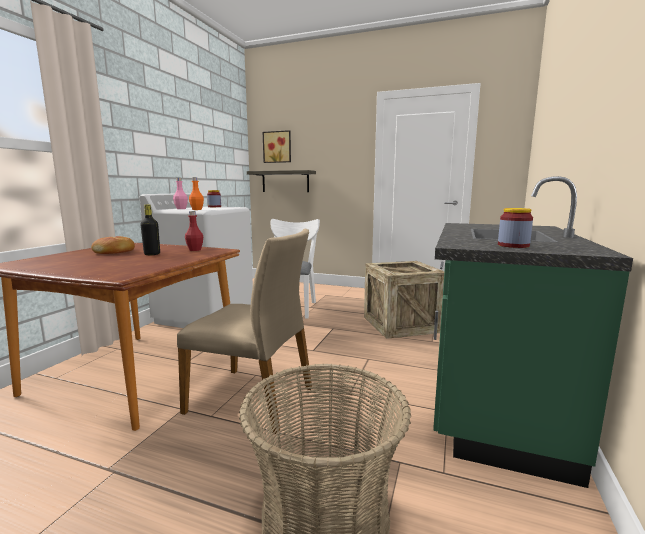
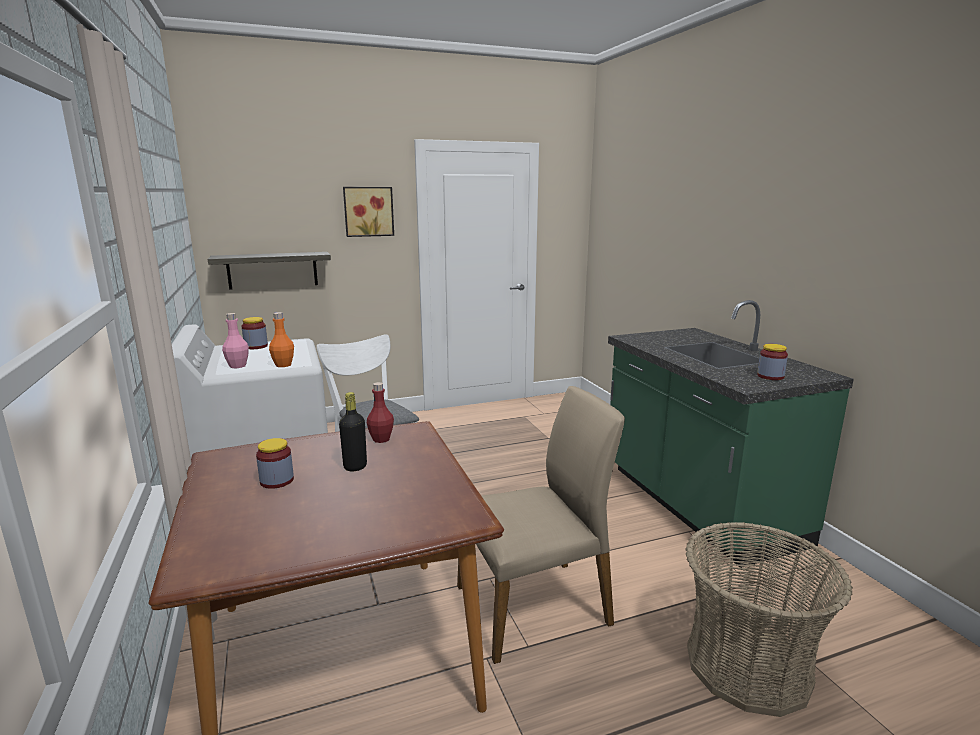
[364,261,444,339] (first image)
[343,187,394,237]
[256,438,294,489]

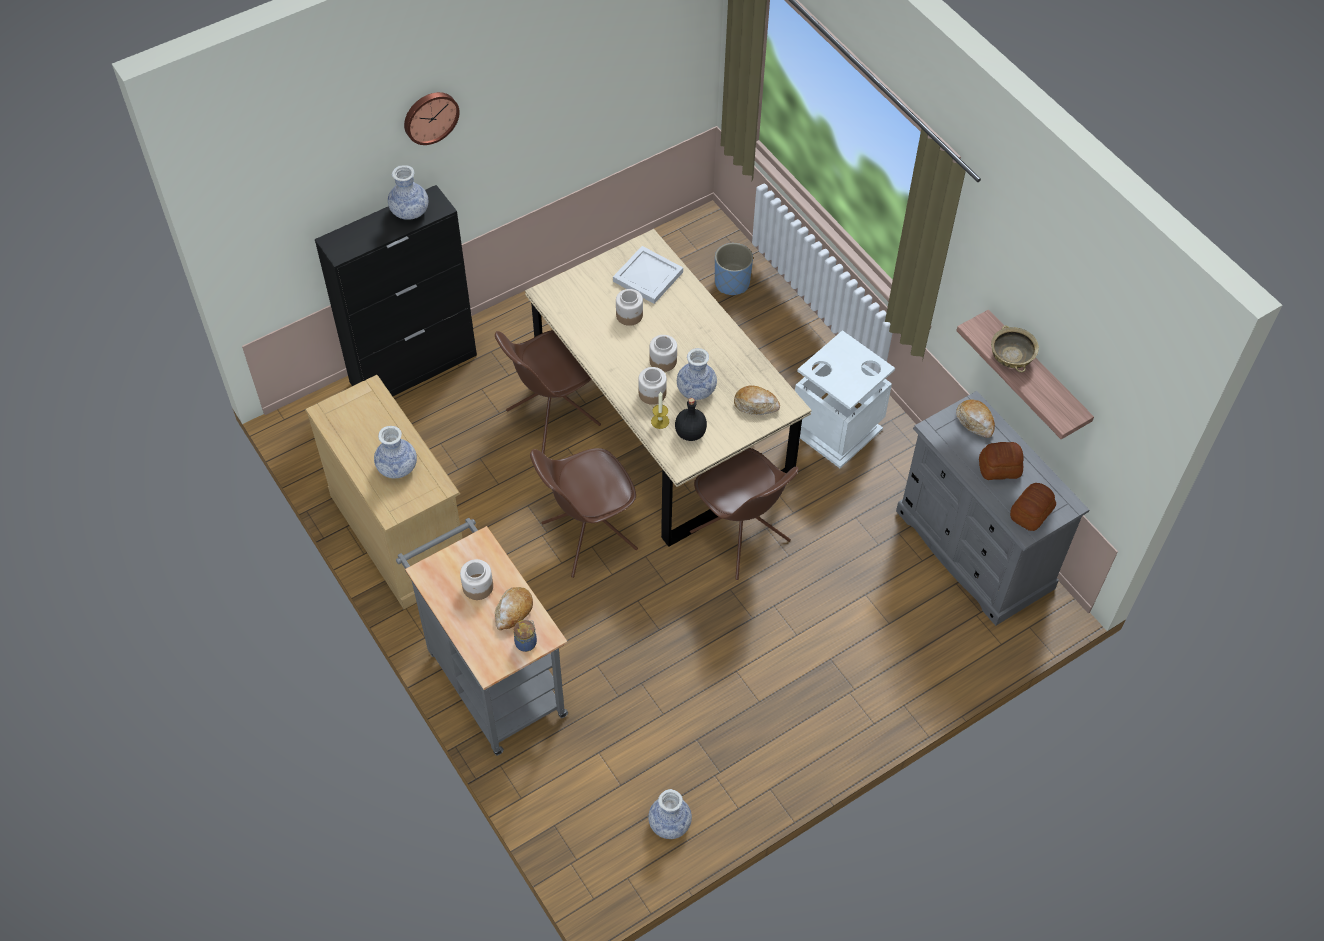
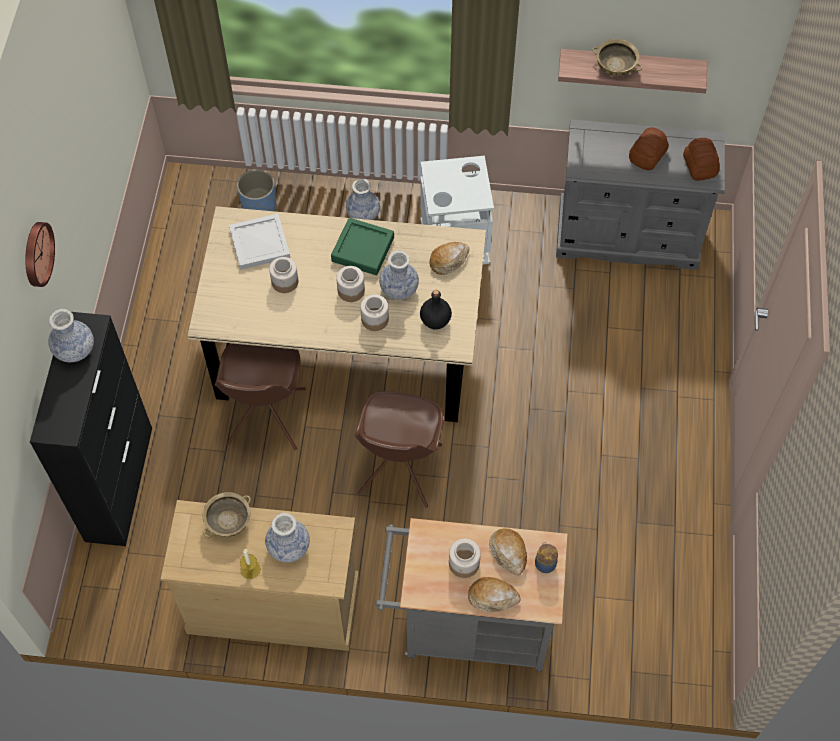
[690,448,798,580] (first image)
[203,492,251,537]
[331,218,394,275]
[346,179,380,220]
[240,549,261,579]
[468,577,521,612]

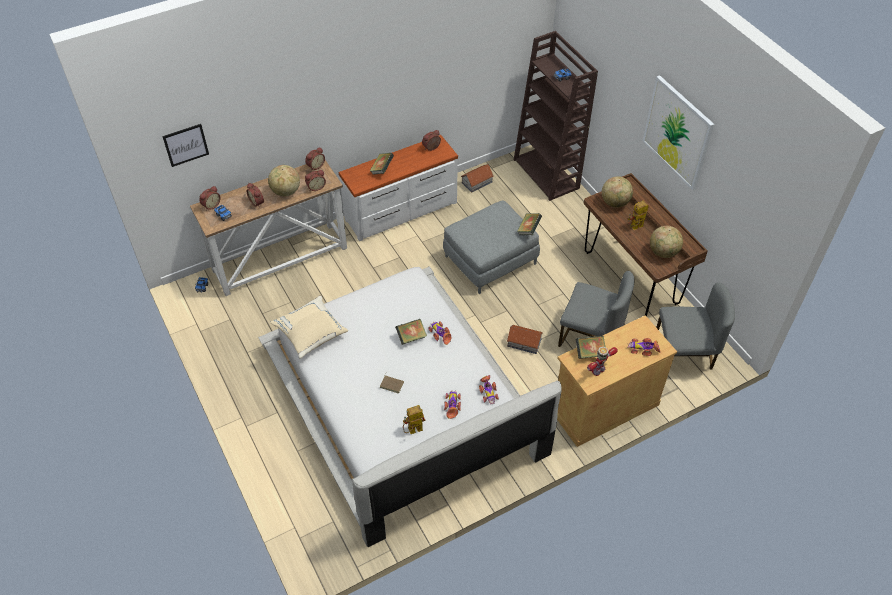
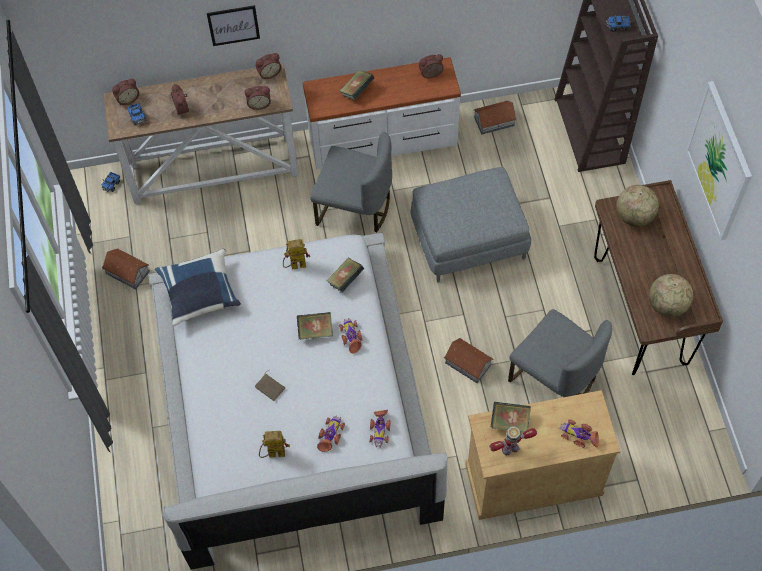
[268,165,300,196] (first image)
[102,248,150,289]
[207,5,260,46]
[327,258,364,292]
[283,239,310,269]
[310,132,392,232]
[155,249,241,326]

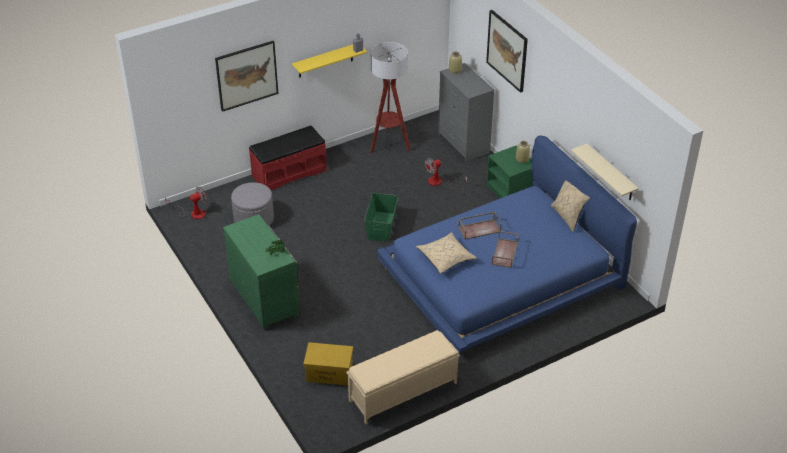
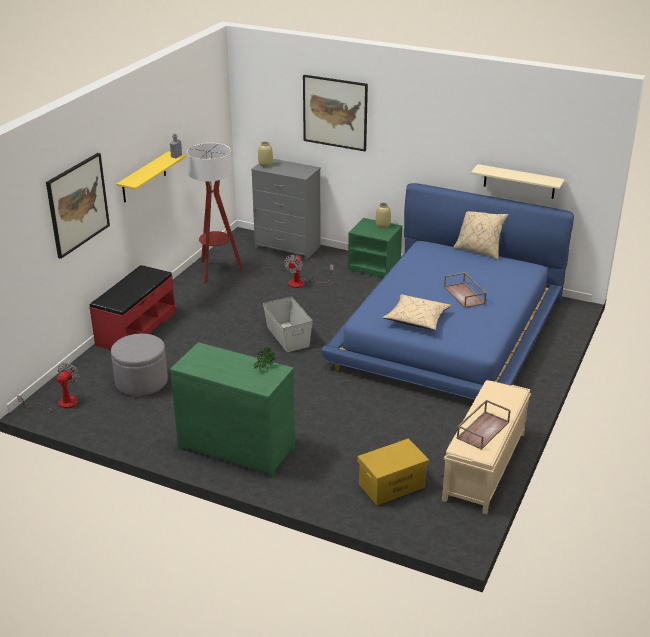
[457,400,511,450]
[263,297,313,352]

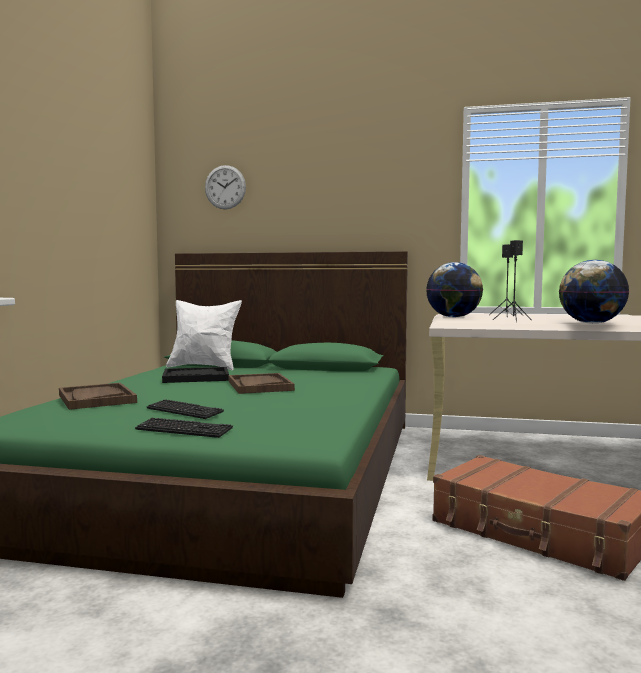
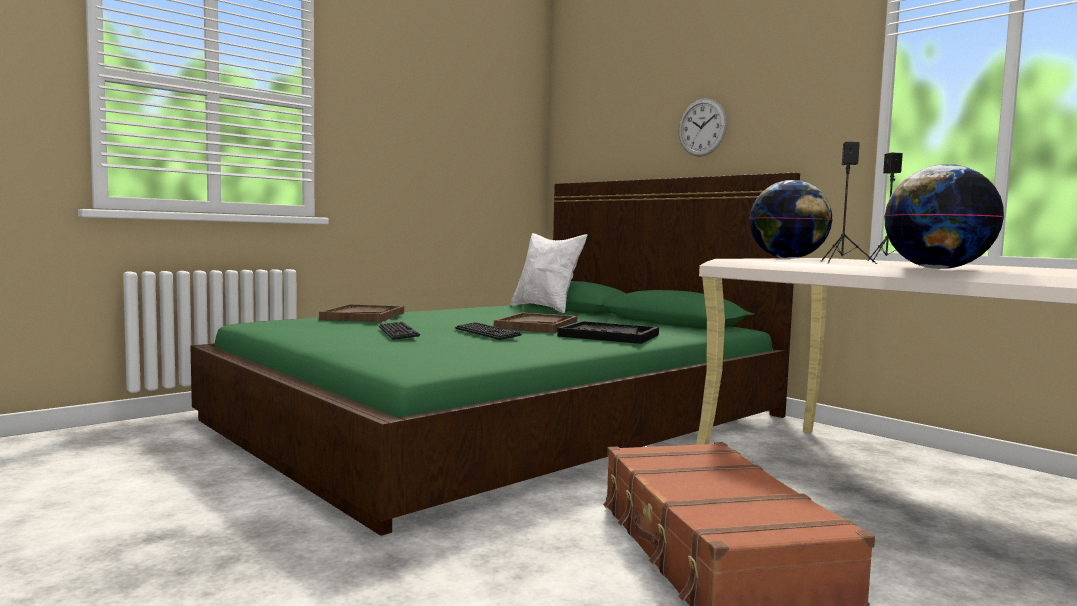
[455,322,522,340]
[557,321,659,344]
[679,99,727,157]

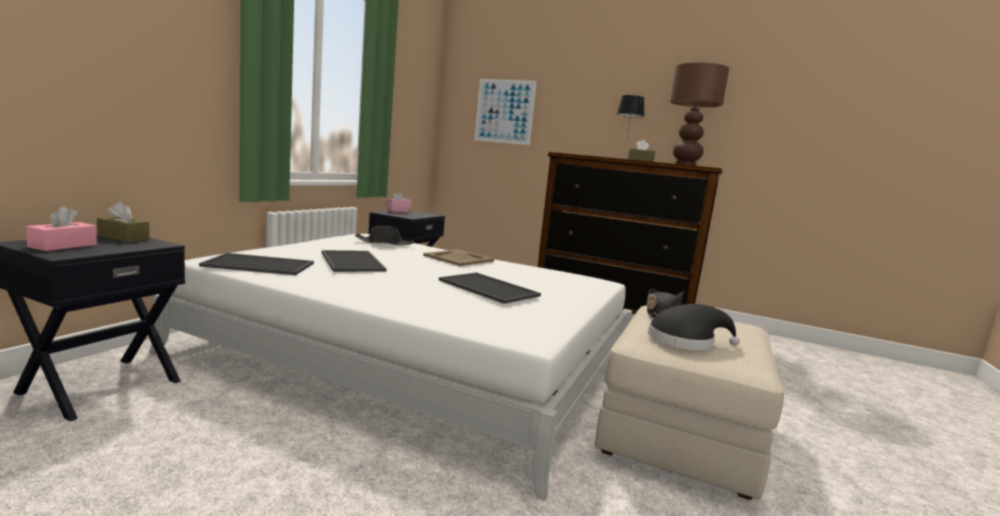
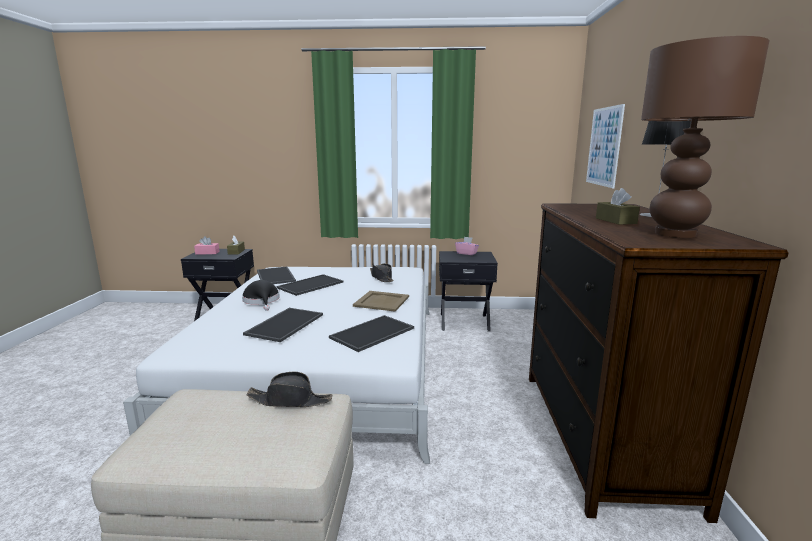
[329,315,414,352]
[242,280,280,311]

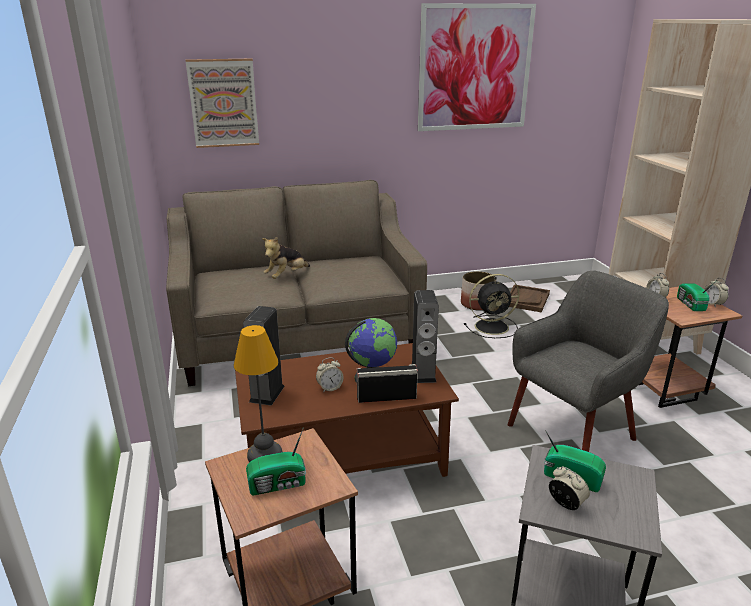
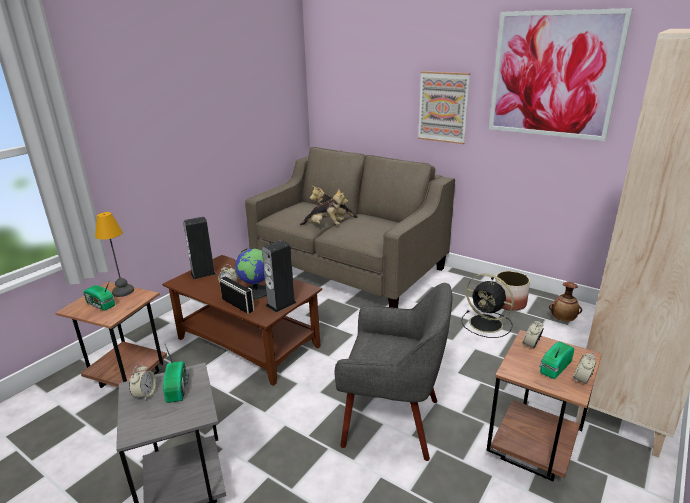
[300,188,348,225]
[418,71,470,144]
[549,282,582,321]

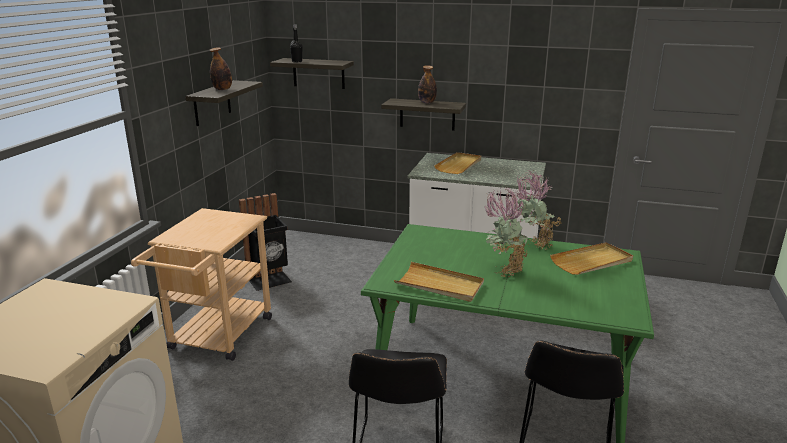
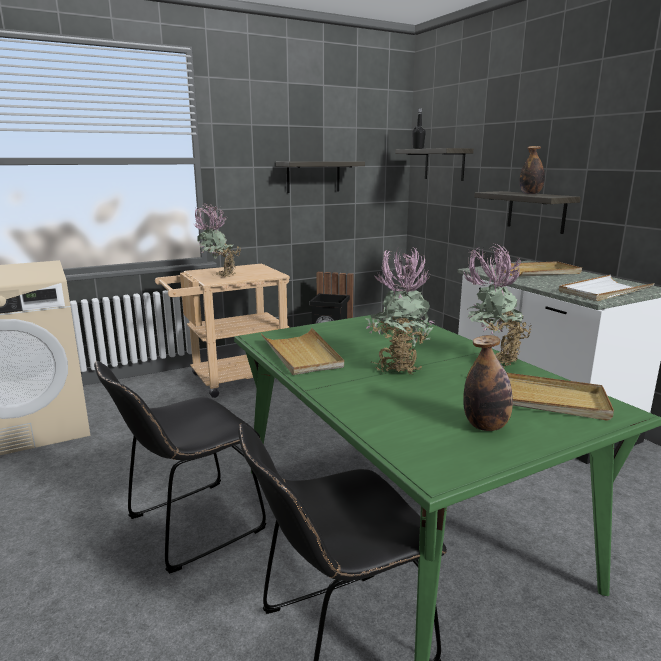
[193,203,241,277]
[559,275,655,301]
[463,335,513,431]

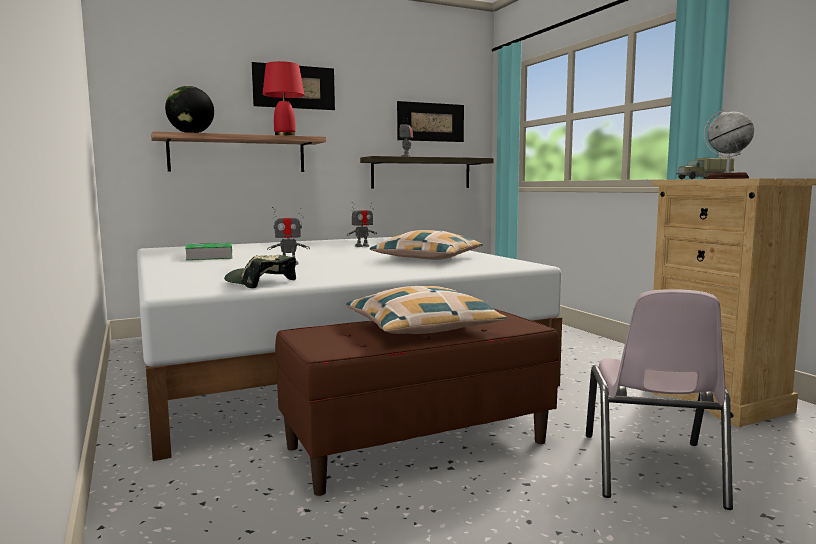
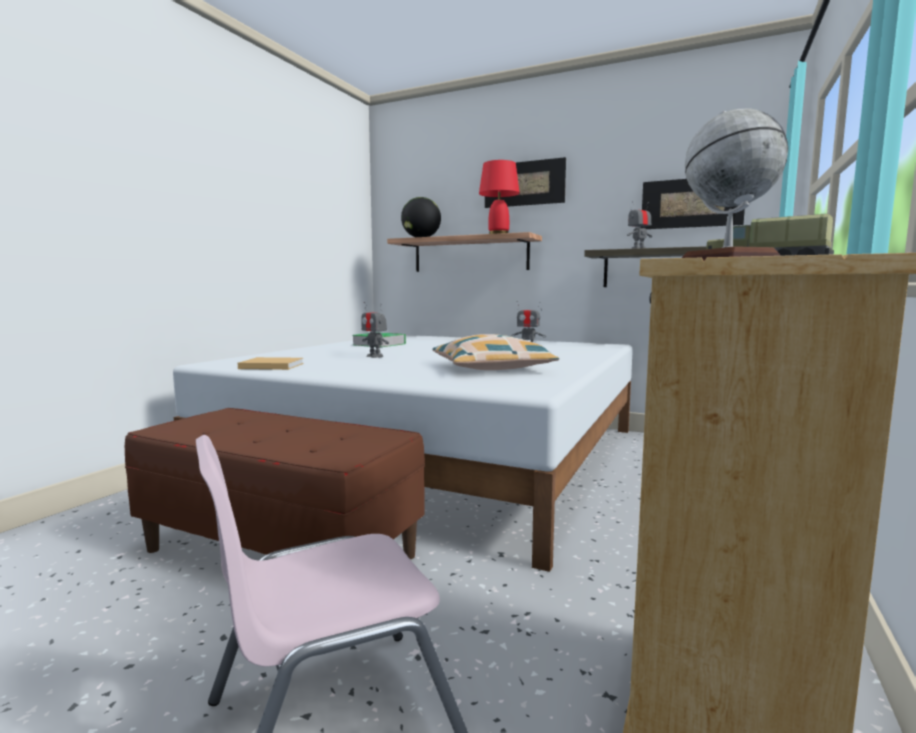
[346,286,507,334] (first image)
[238,357,304,370]

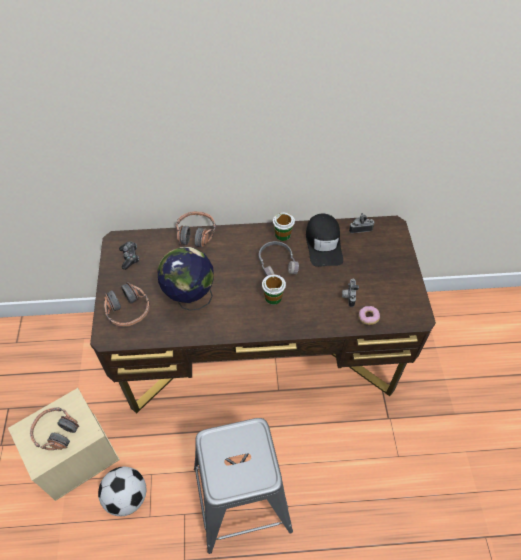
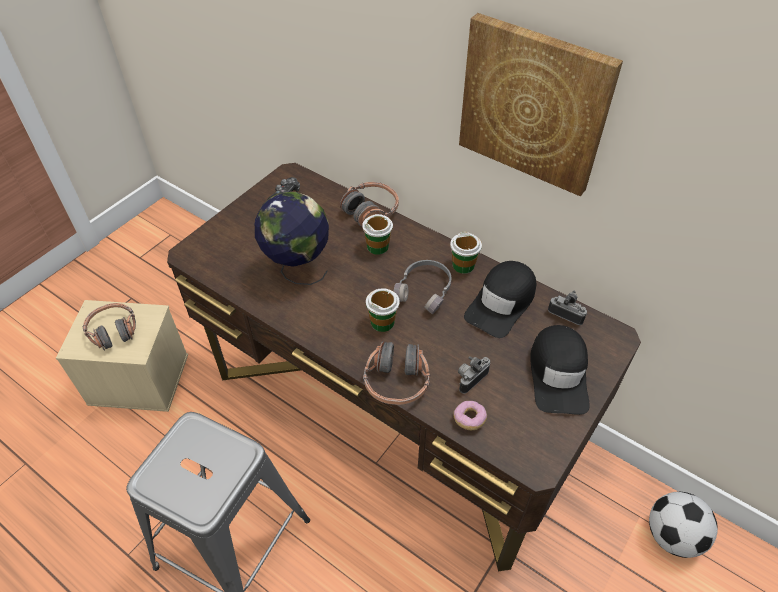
[362,214,393,255]
[459,13,623,196]
[530,325,590,415]
[649,492,718,558]
[363,341,430,405]

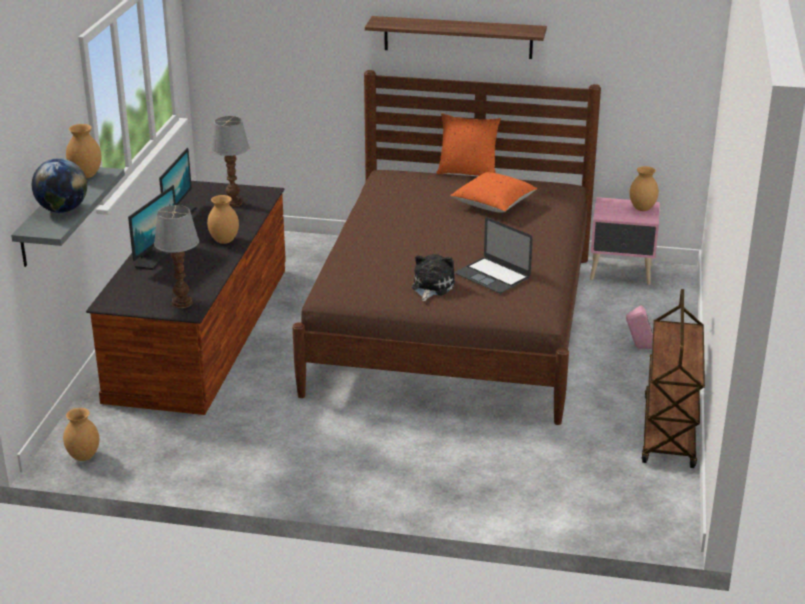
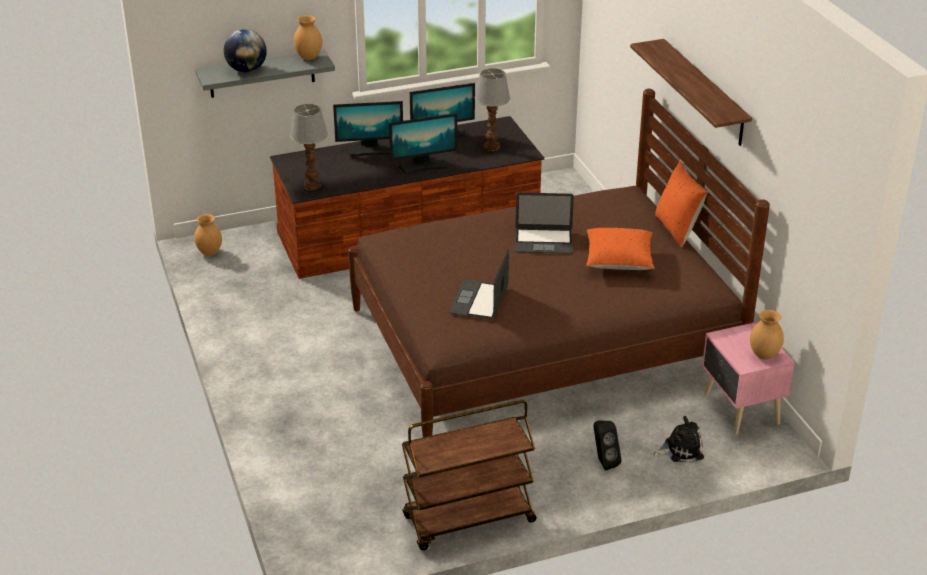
[515,193,574,253]
[653,416,704,463]
[389,113,457,175]
[593,421,621,470]

